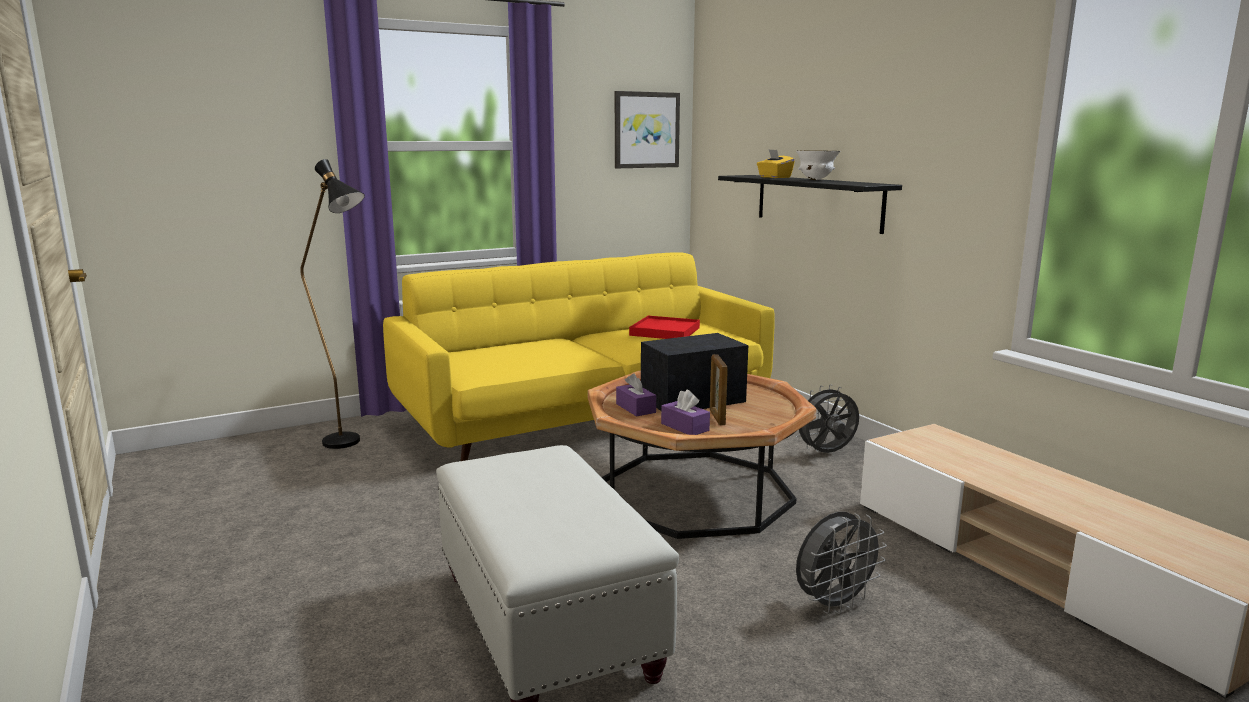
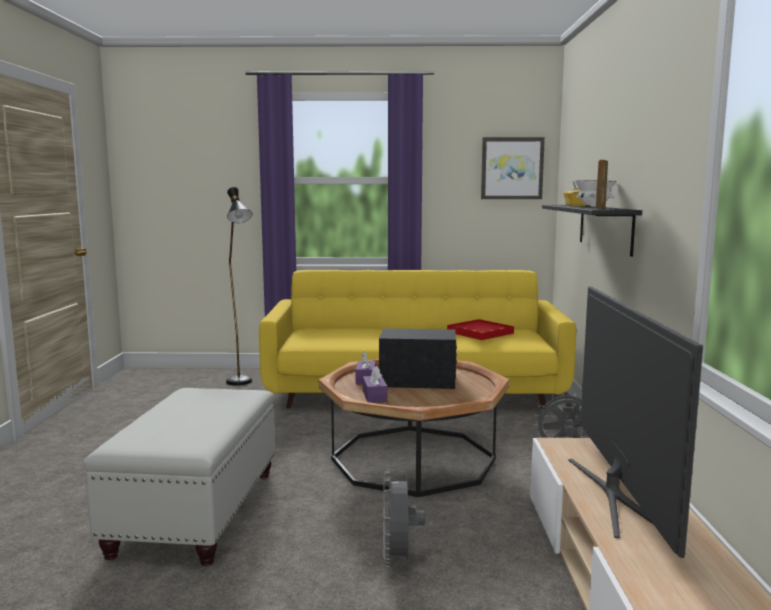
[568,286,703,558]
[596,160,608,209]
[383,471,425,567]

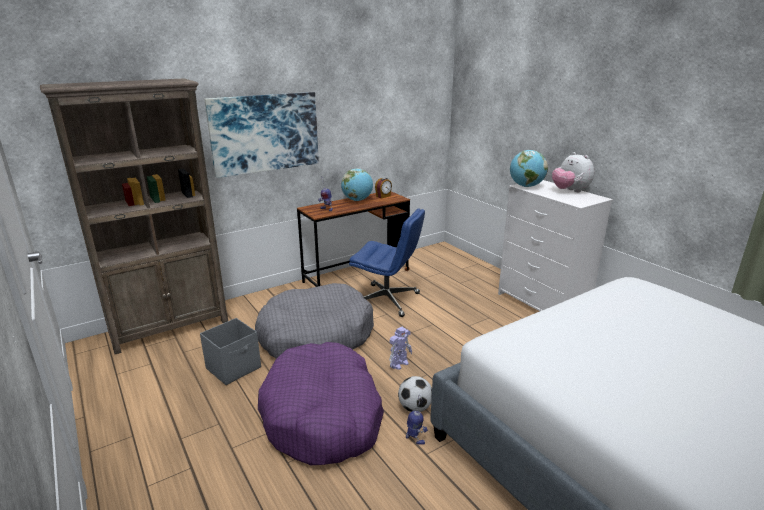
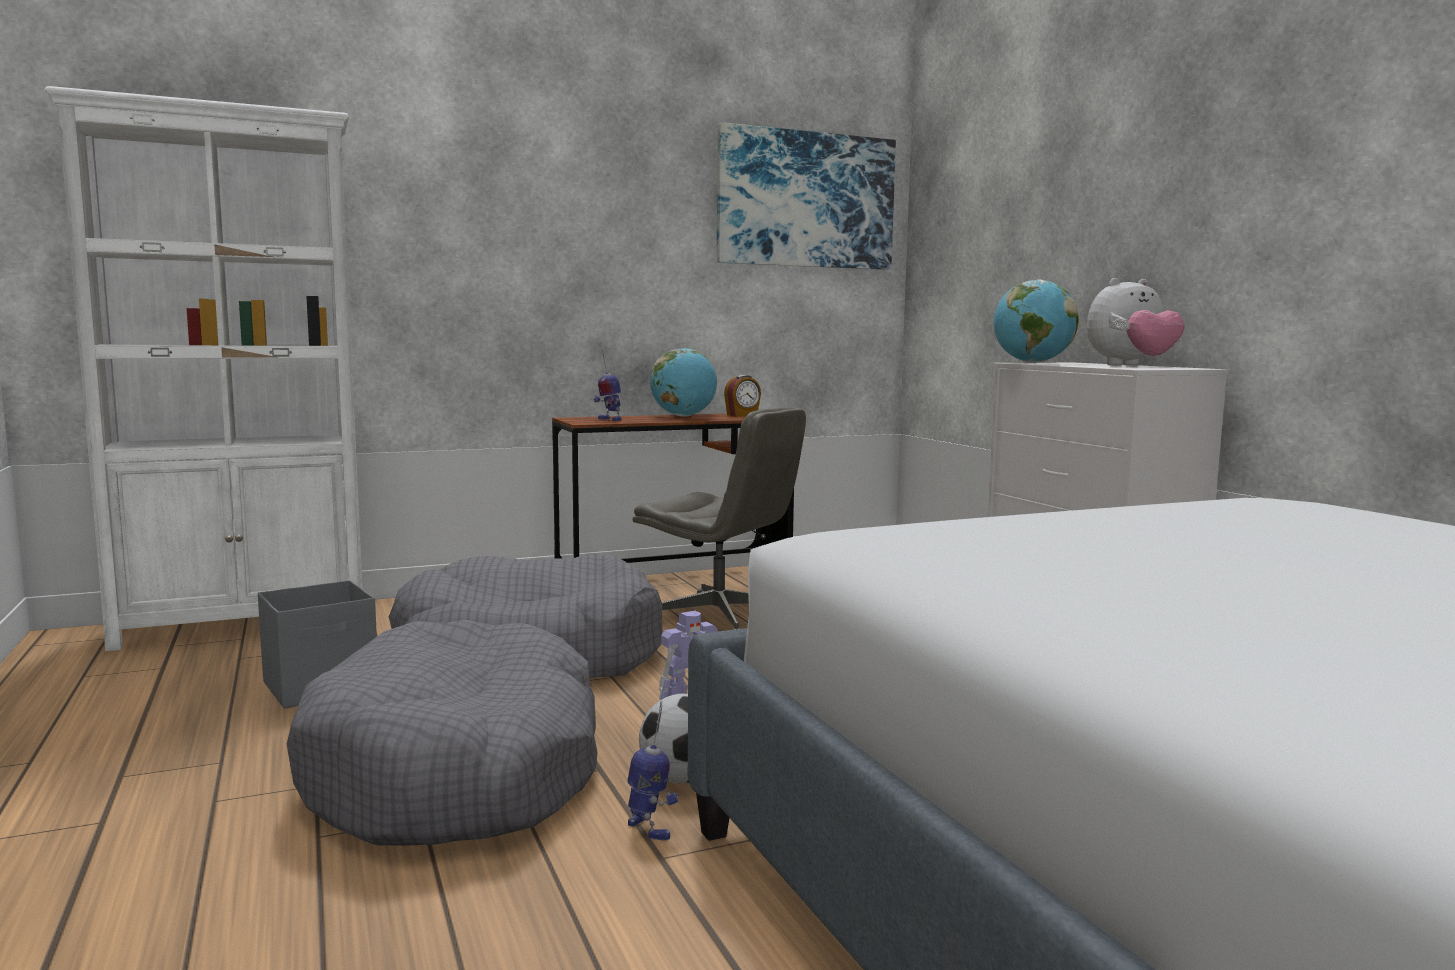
[717,122,896,270]
[45,86,363,651]
[287,619,598,846]
[633,407,806,630]
[1087,278,1185,365]

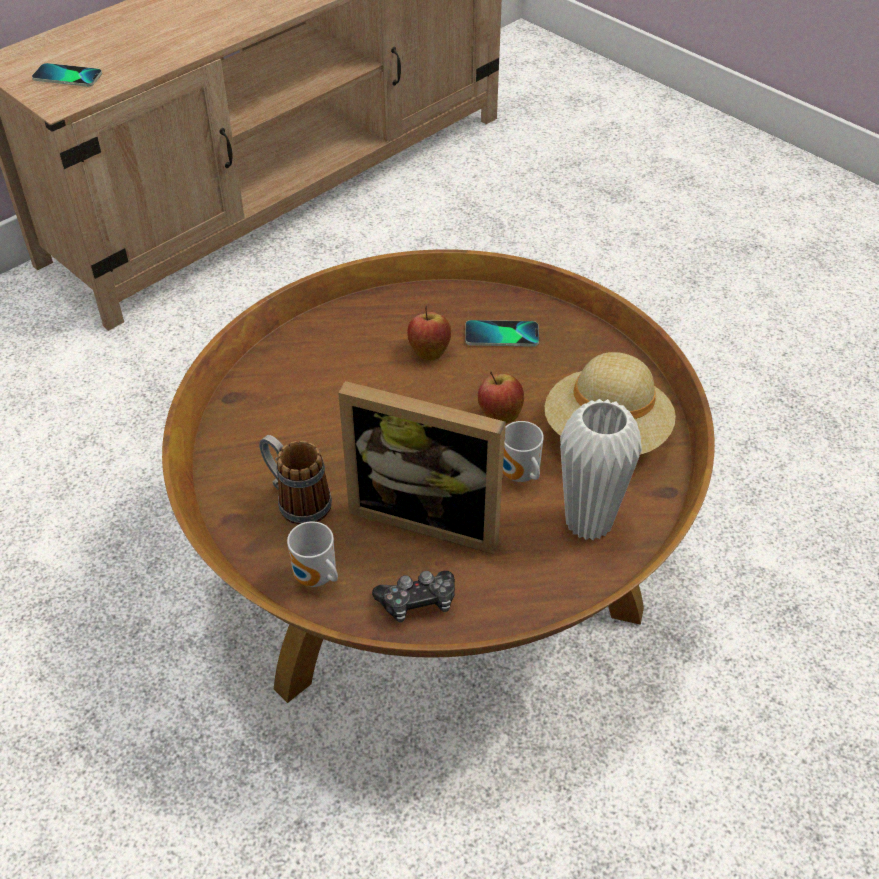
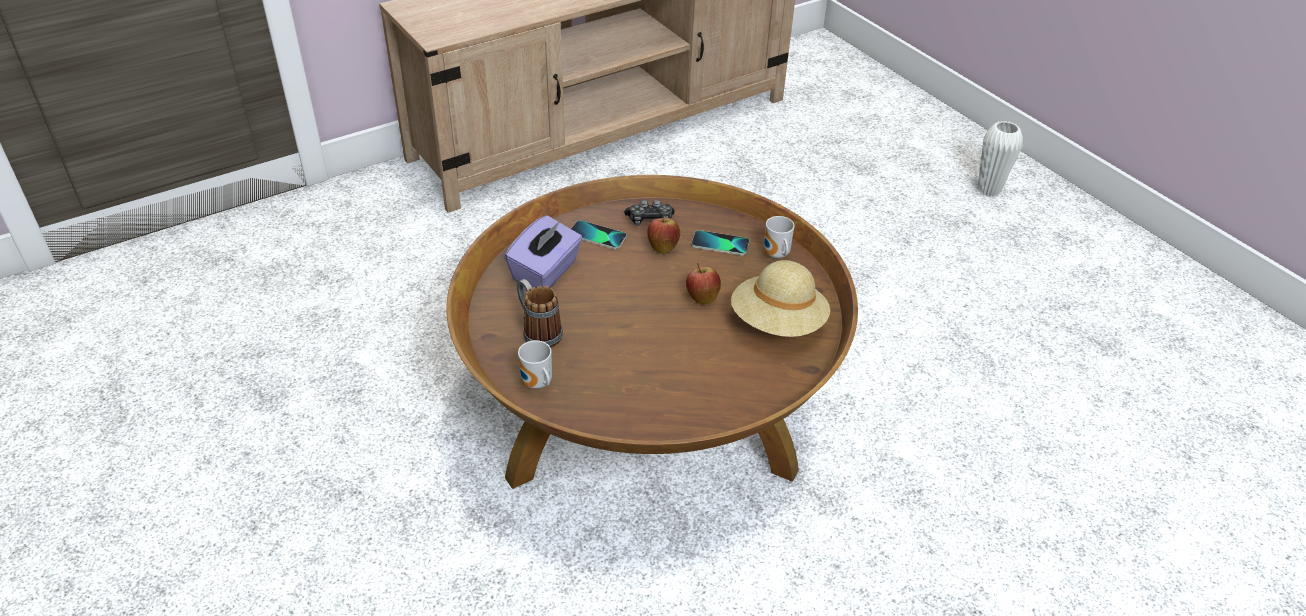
[338,381,506,554] (first image)
[505,215,583,288]
[571,220,627,249]
[624,200,675,226]
[764,216,794,259]
[978,121,1023,197]

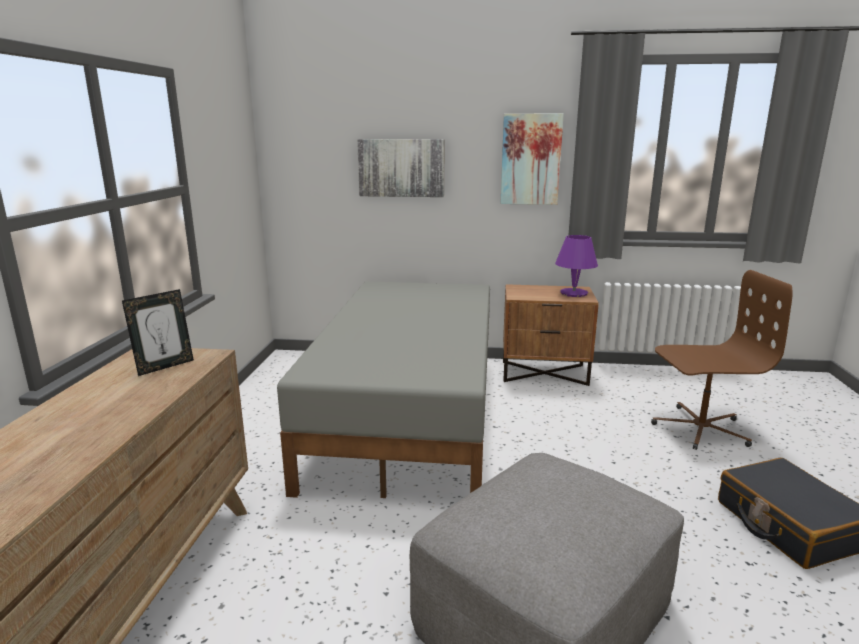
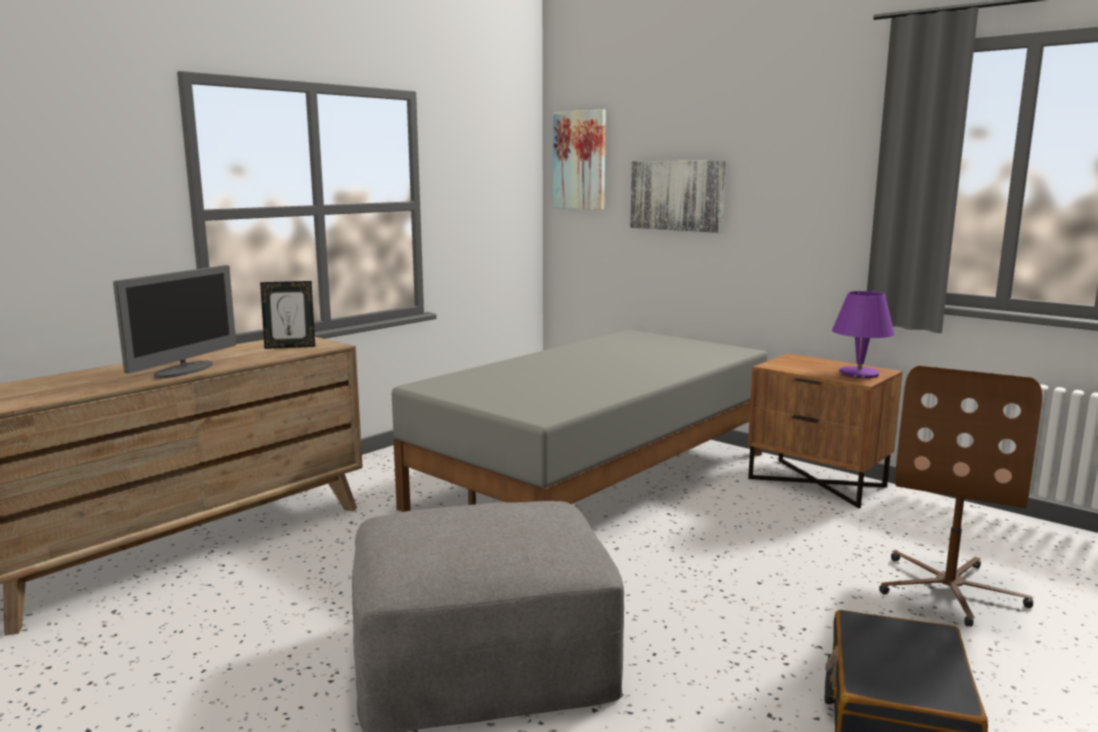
[113,265,237,379]
[553,109,606,210]
[879,366,1042,627]

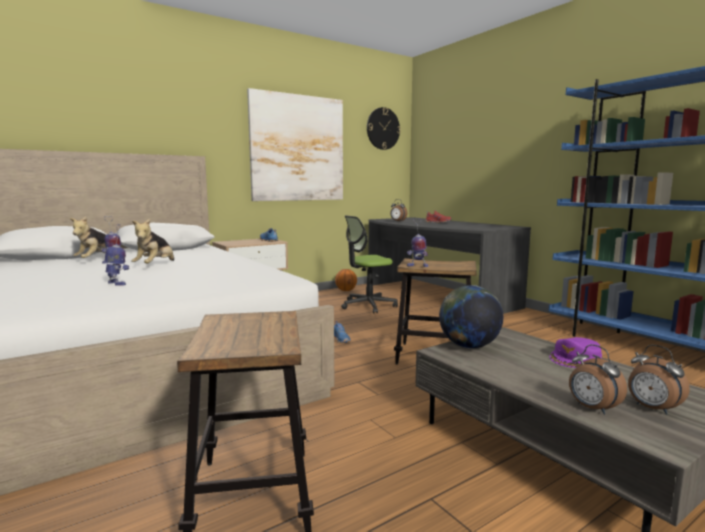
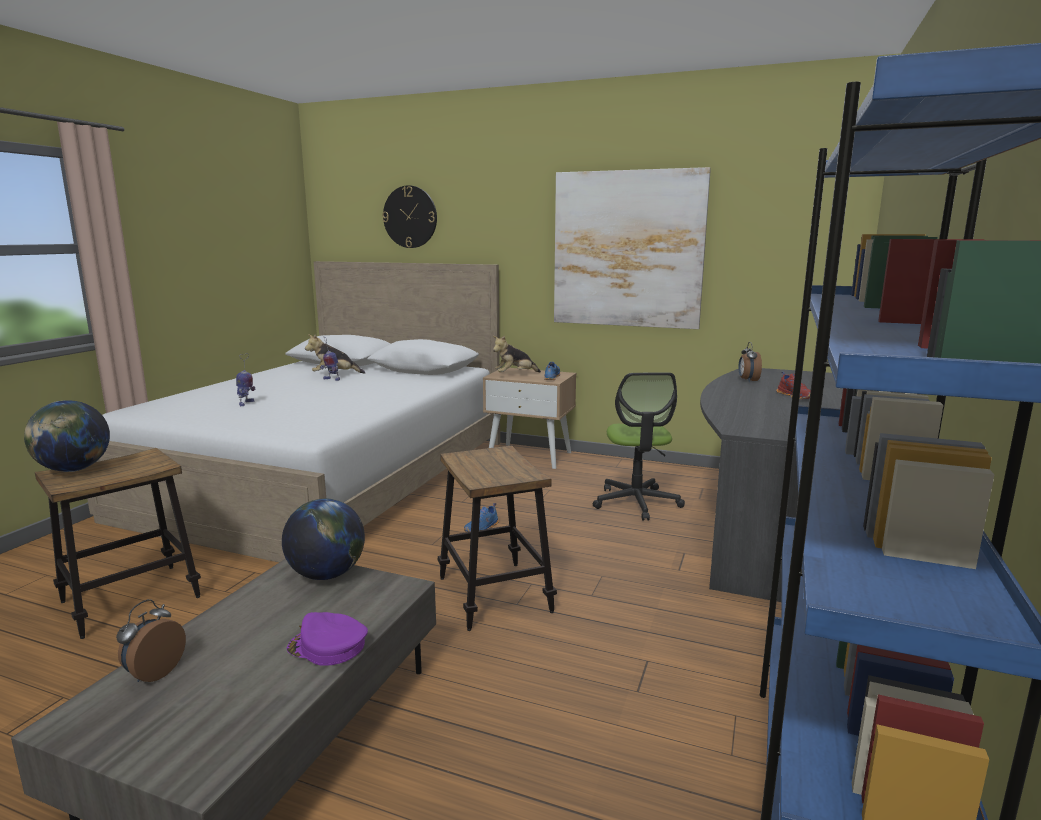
[335,269,357,291] (first image)
[407,218,428,267] (first image)
[628,345,690,415] (first image)
[24,400,110,472]
[493,335,541,373]
[382,185,437,248]
[593,372,685,521]

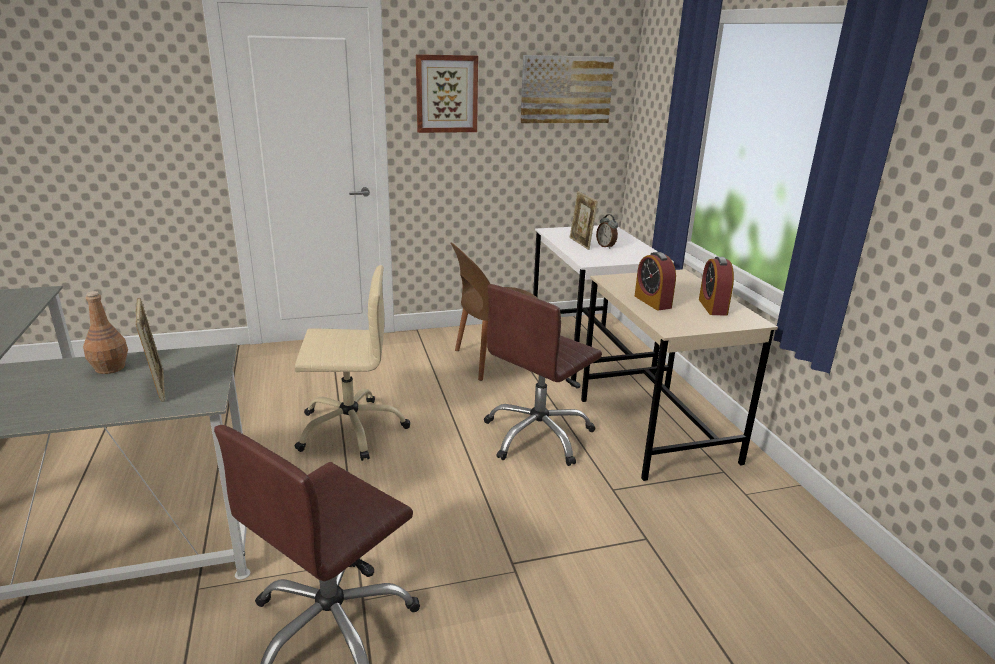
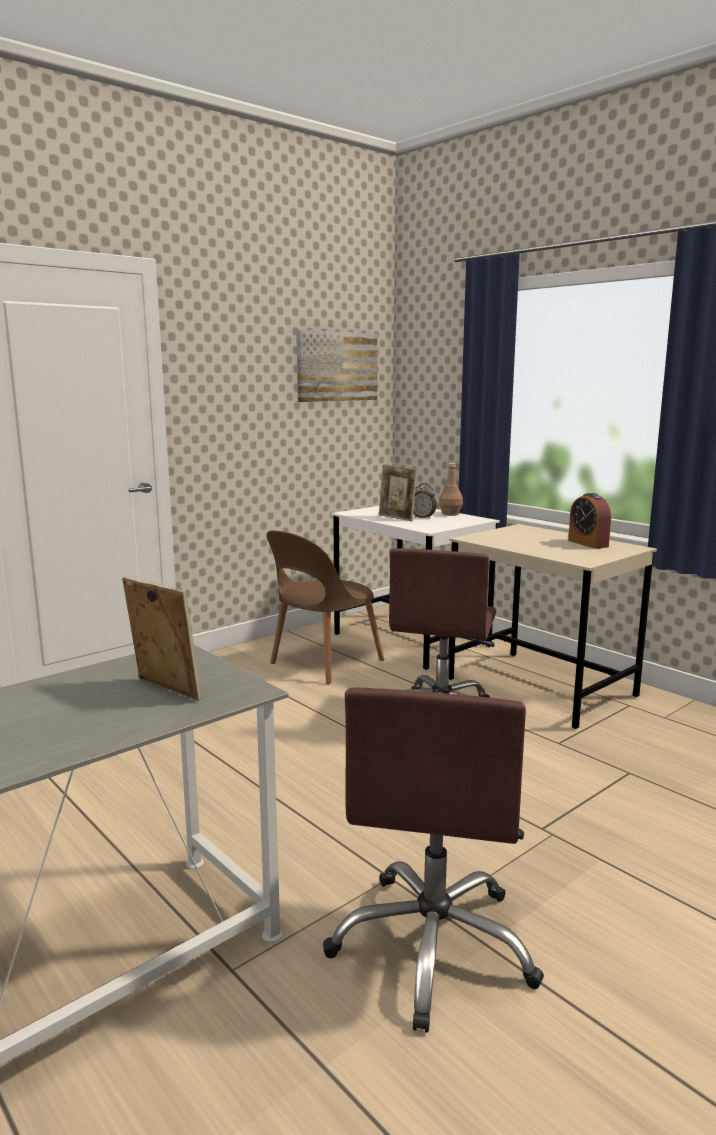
[294,265,410,461] (first image)
[416,54,478,133] (first image)
[635,252,676,311] (first image)
[439,463,463,516]

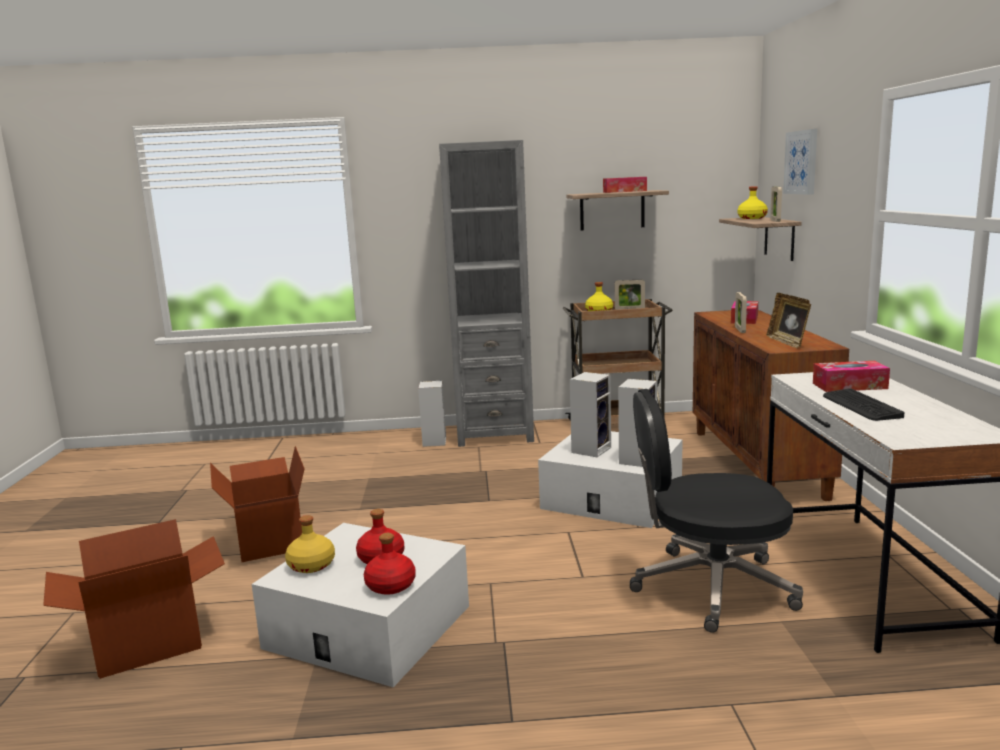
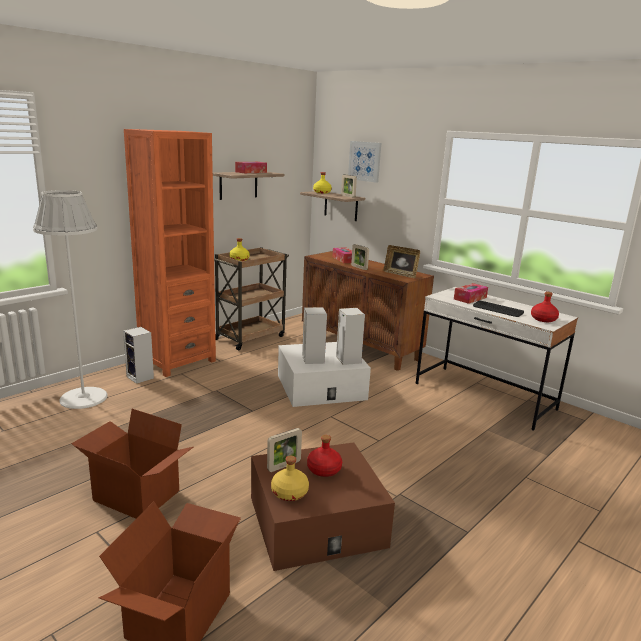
[630,389,803,633] (first image)
[33,190,108,409]
[531,292,559,322]
[267,428,302,472]
[251,442,395,571]
[124,129,216,377]

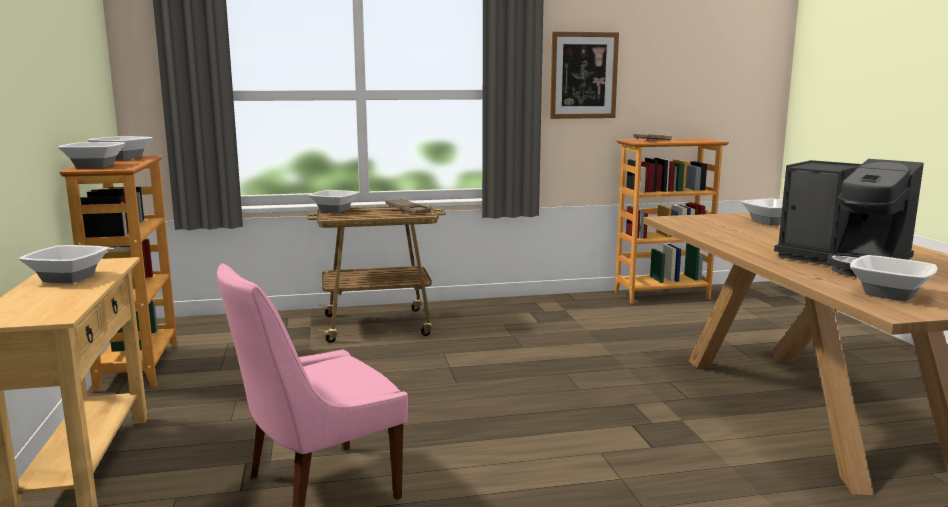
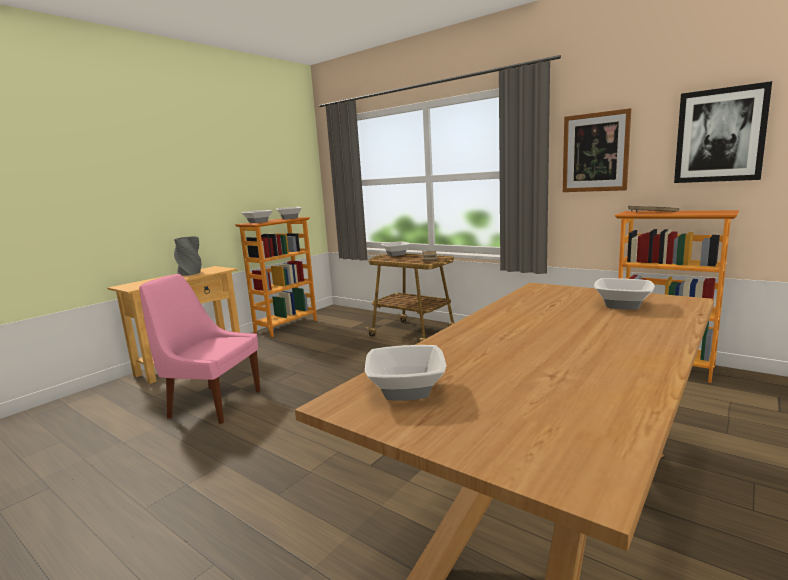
[774,159,924,277] (first image)
[674,81,772,183]
[174,236,202,276]

